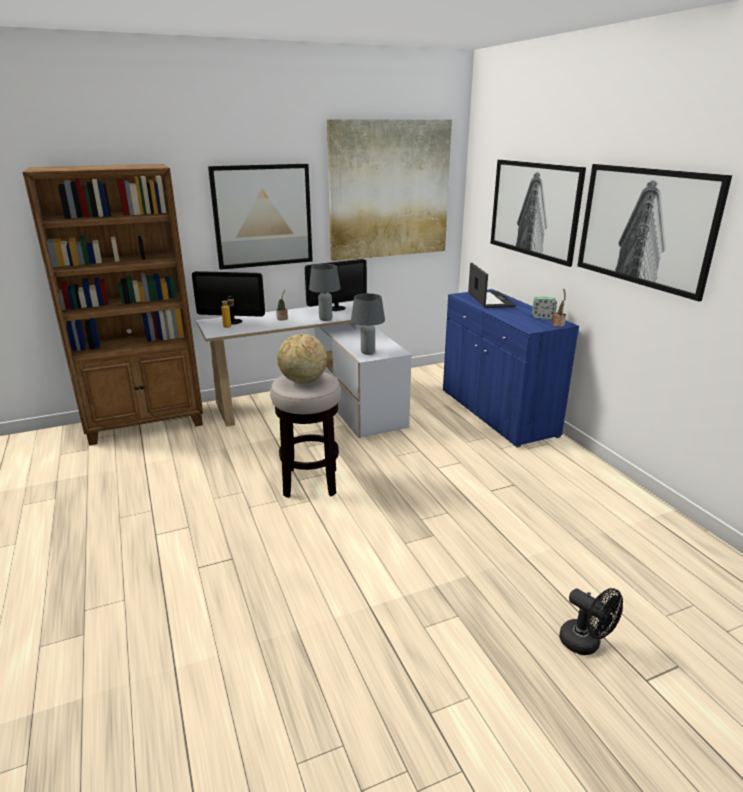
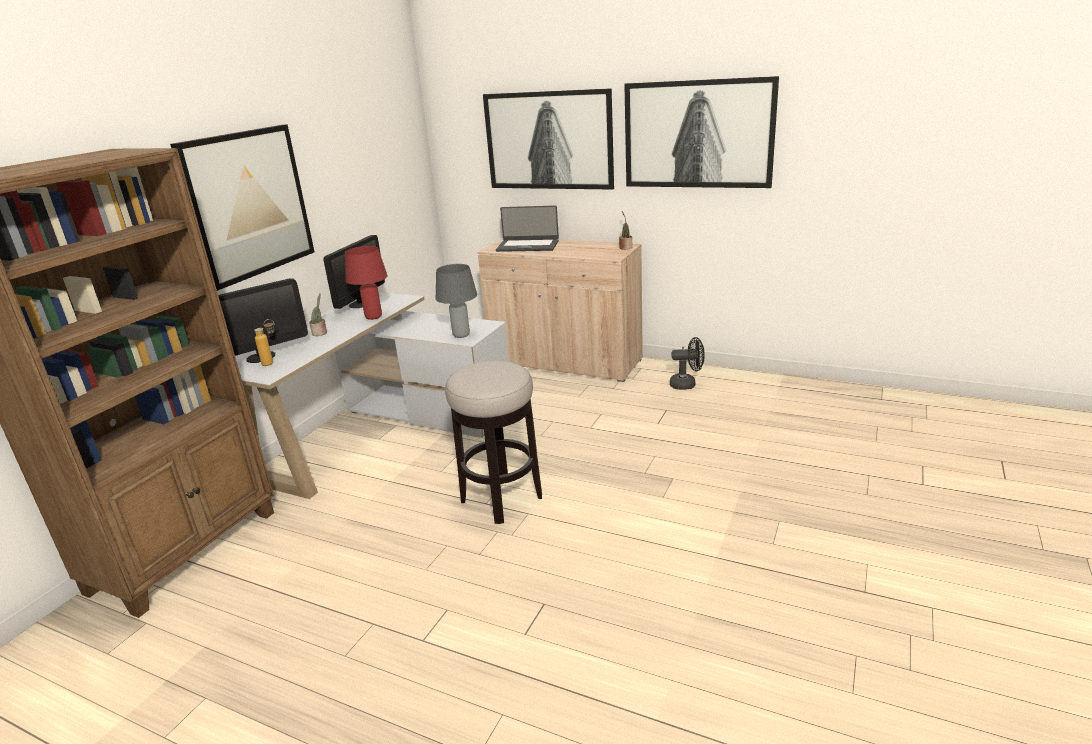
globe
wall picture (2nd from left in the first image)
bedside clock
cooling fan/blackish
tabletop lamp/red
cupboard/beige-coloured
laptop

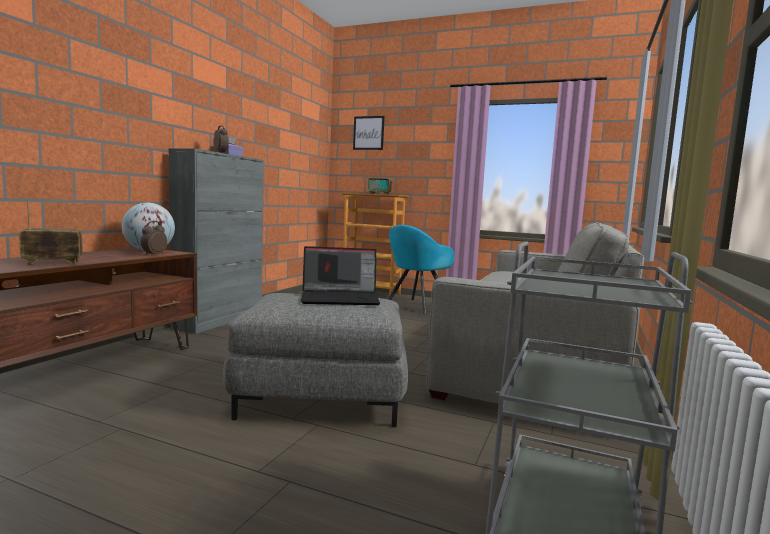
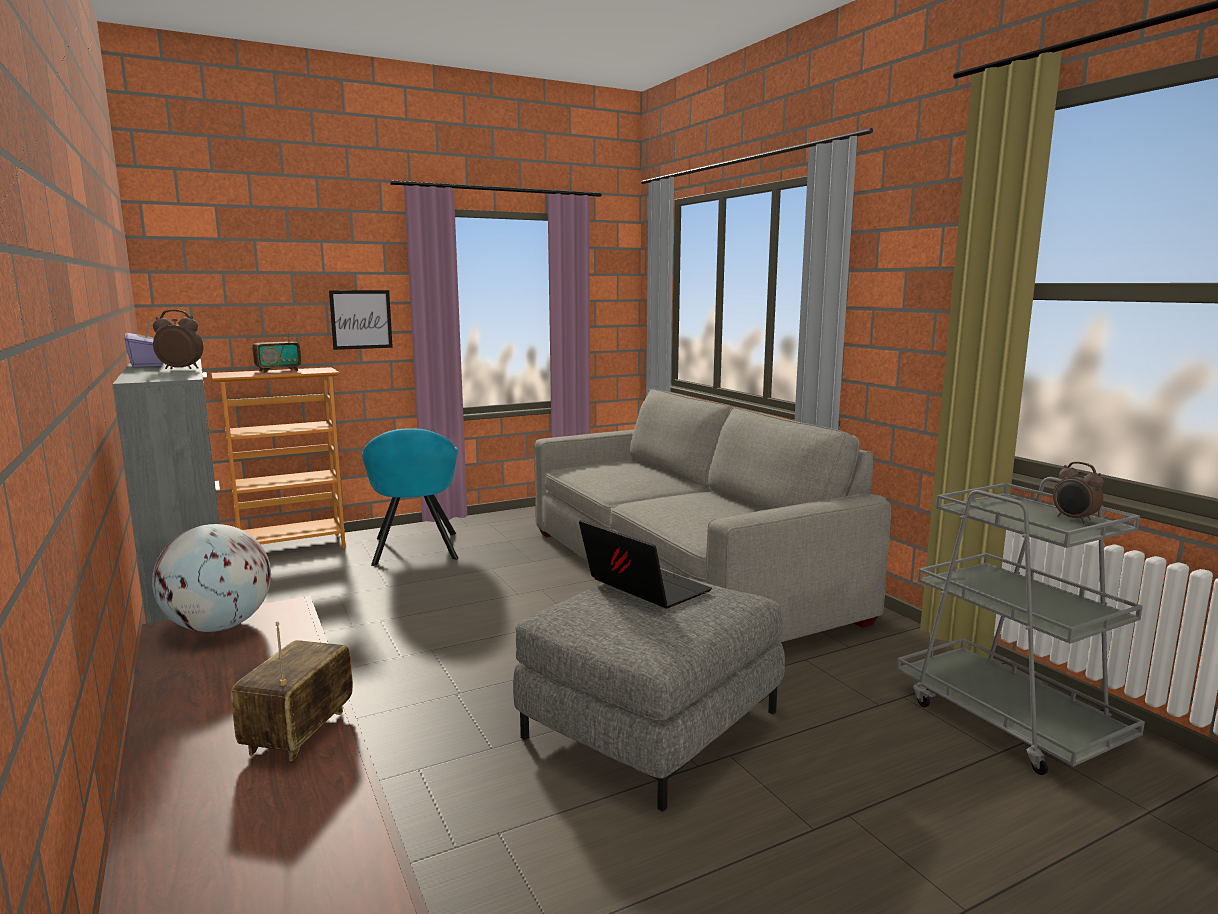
bedside clock (2nd from left)
wall picture
laptop

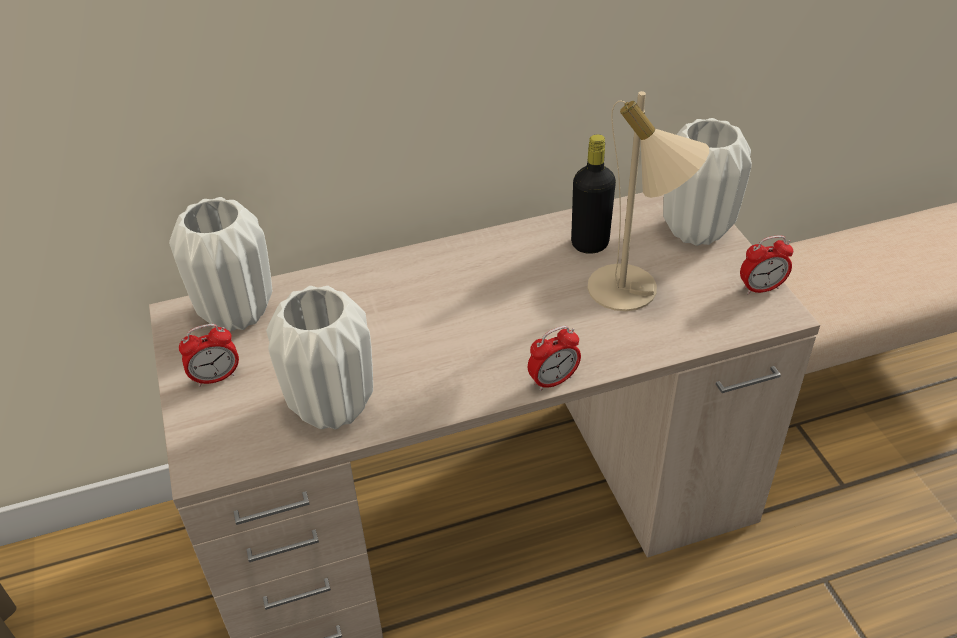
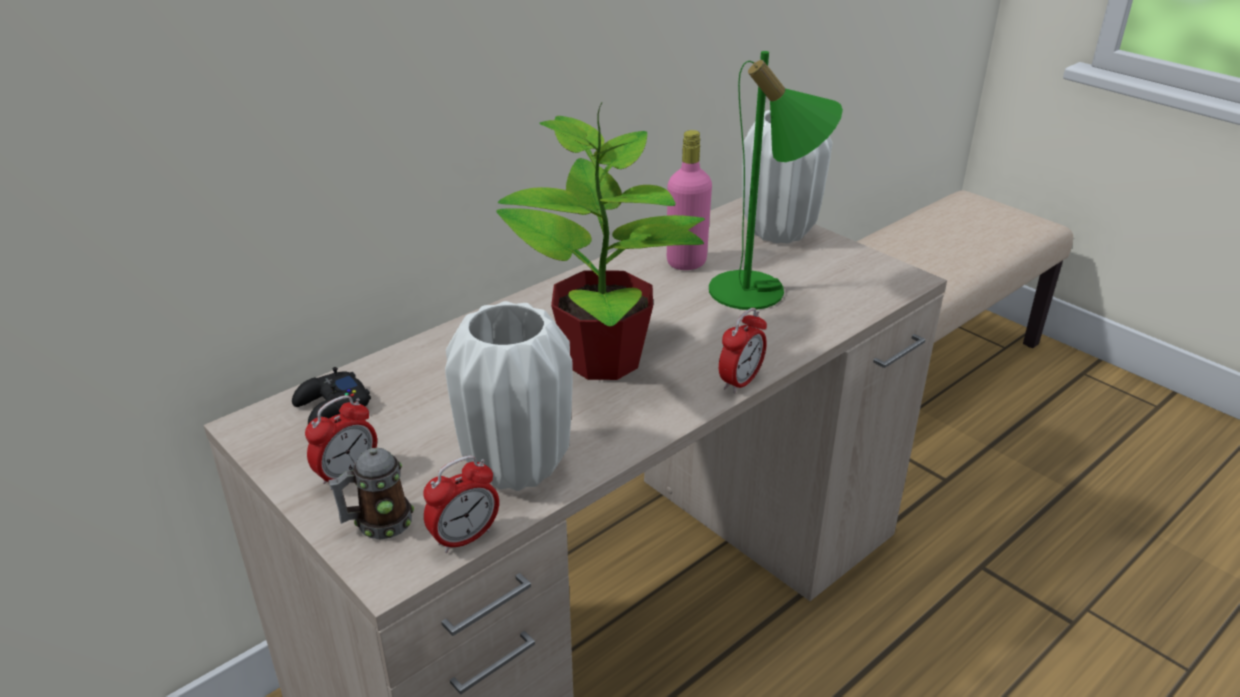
tea mug
plant in a pot
bedside clock (2nd from left)
game controller/blackish
beverage bottle/pink-coloured
tabletop lamp/green-coloured

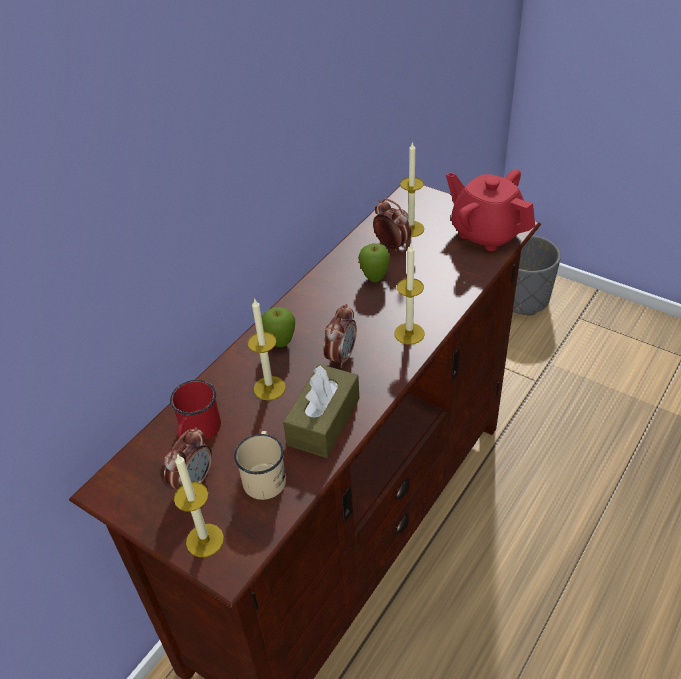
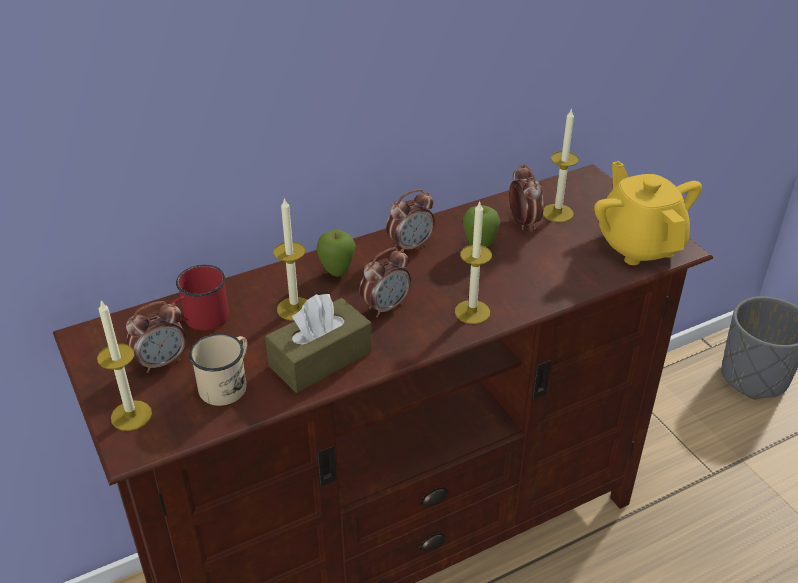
bedside clock (3rd from left)
teapot/yellow

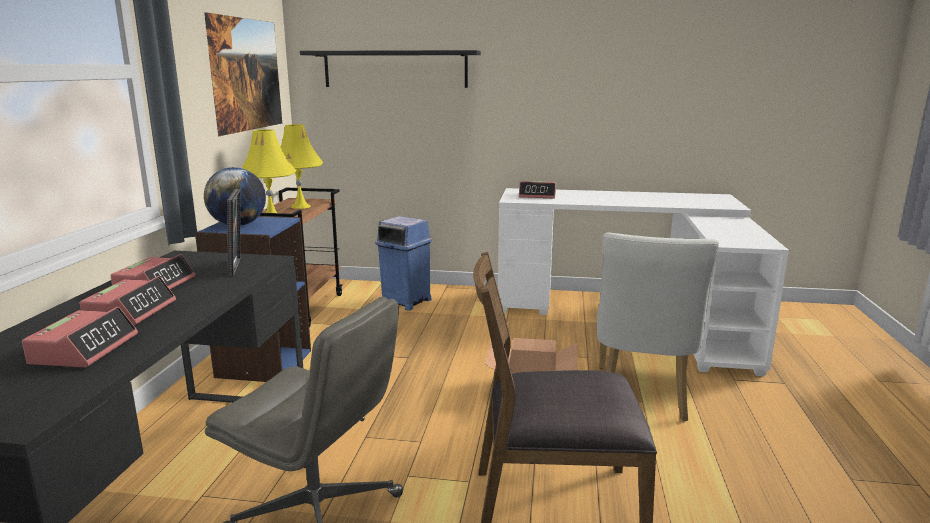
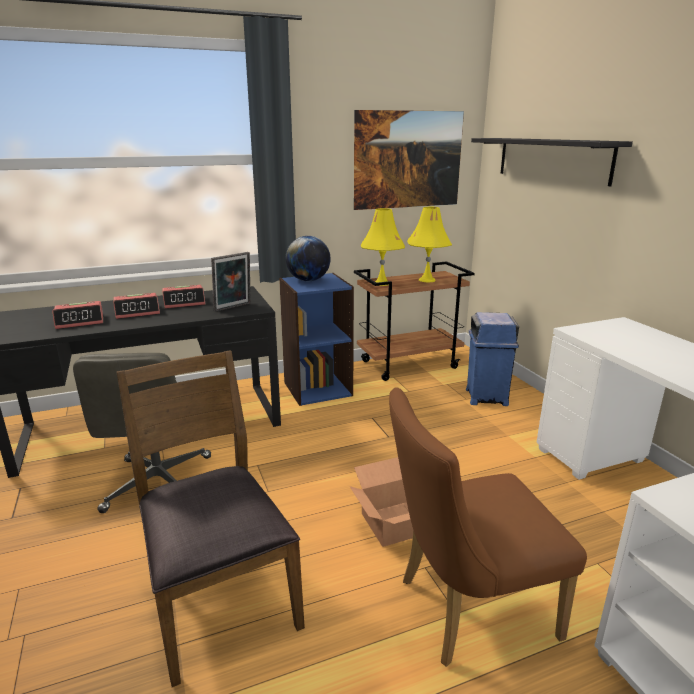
bedside clock (4th from left in the first image)
upright chair/brown (2nd from left)

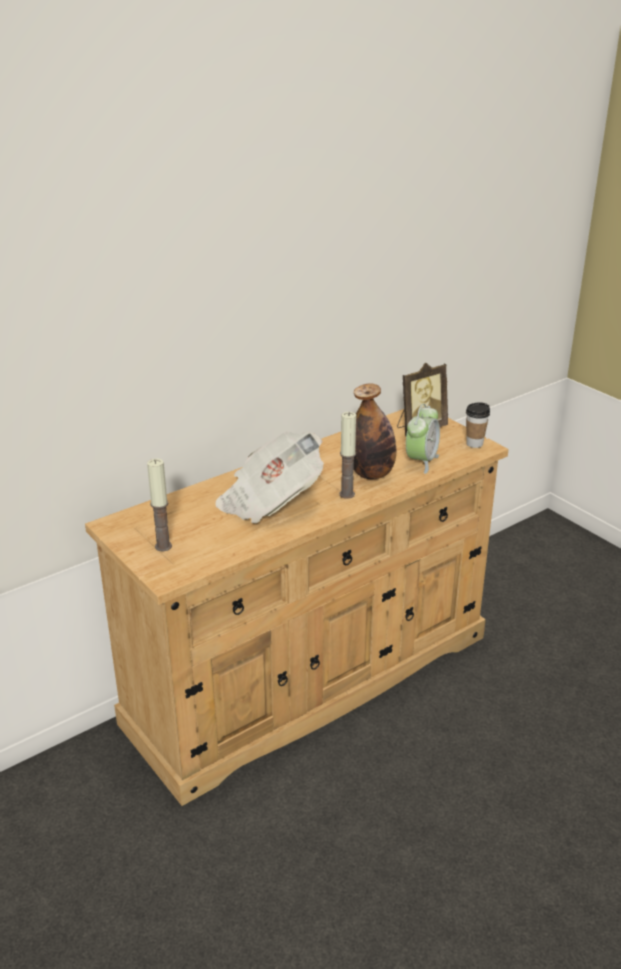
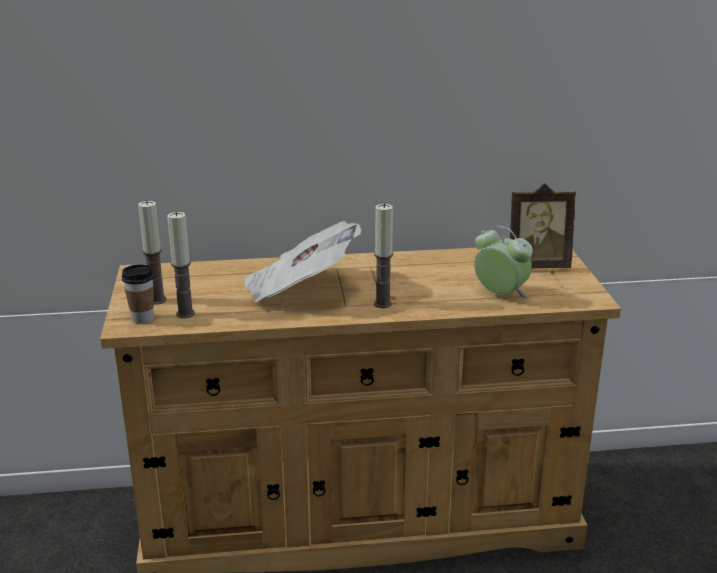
beverage bottle
candle (2nd from left)
small cup
bedside clock

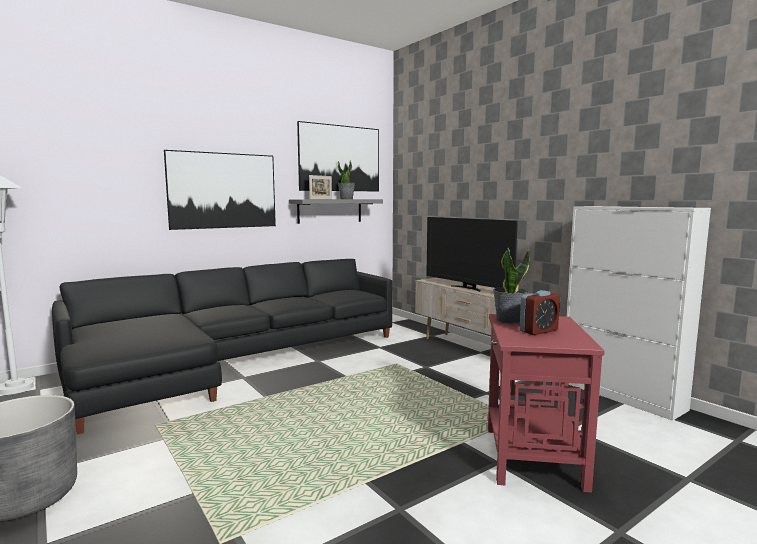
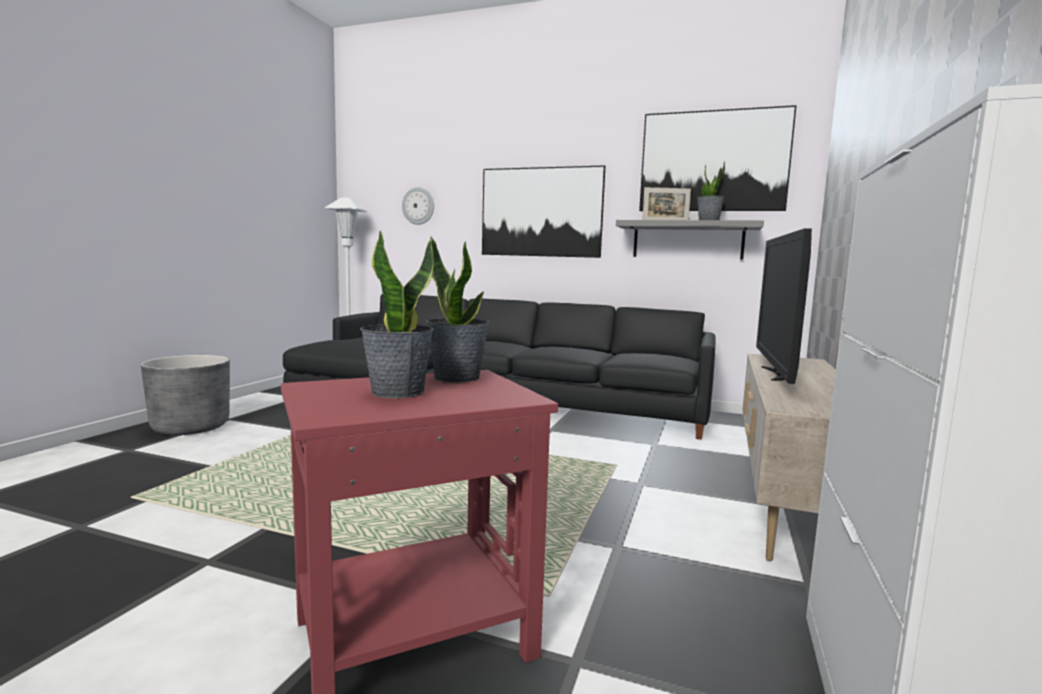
hanging clock
plant in a pot (1st from left)

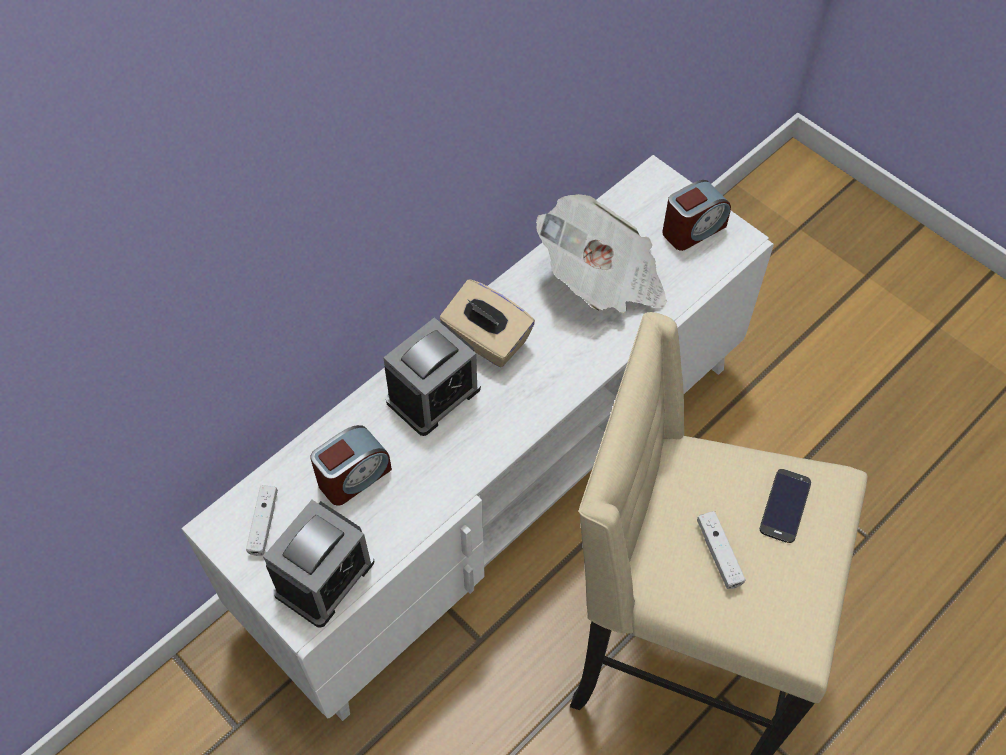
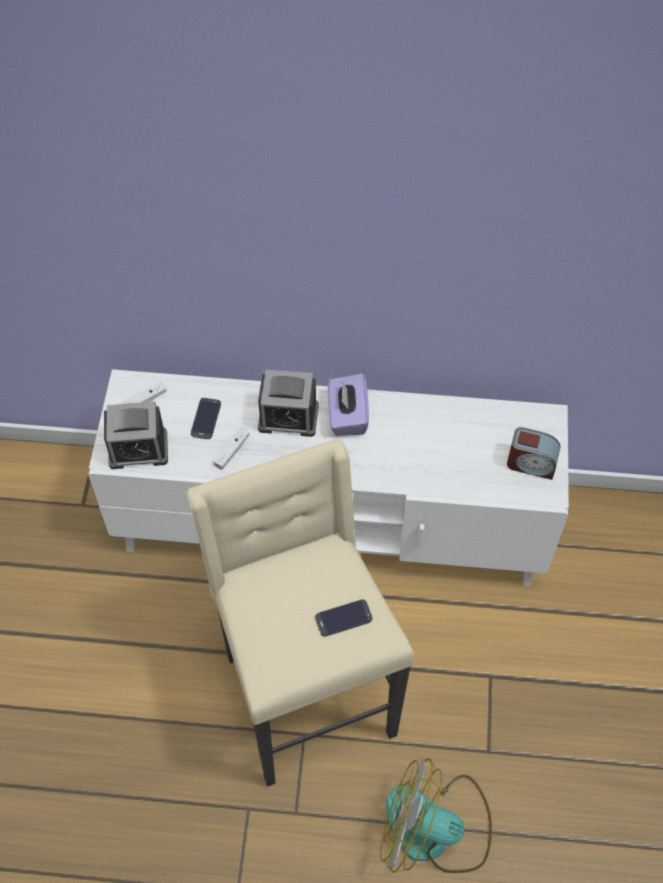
printed paper
cooling fan
game controller/white (2nd from left)
telephone (1st from left)
box of tissues/purple-coloured

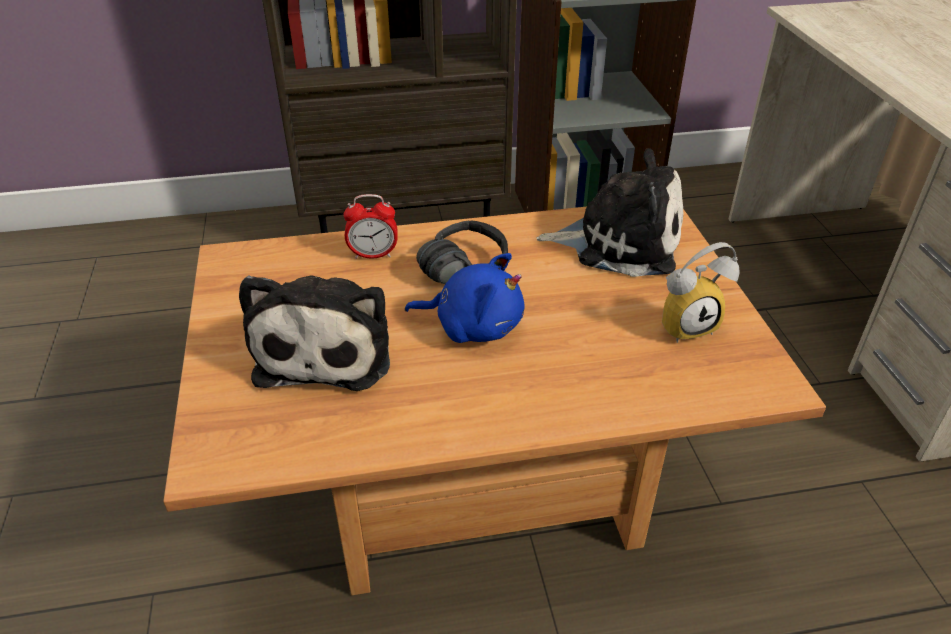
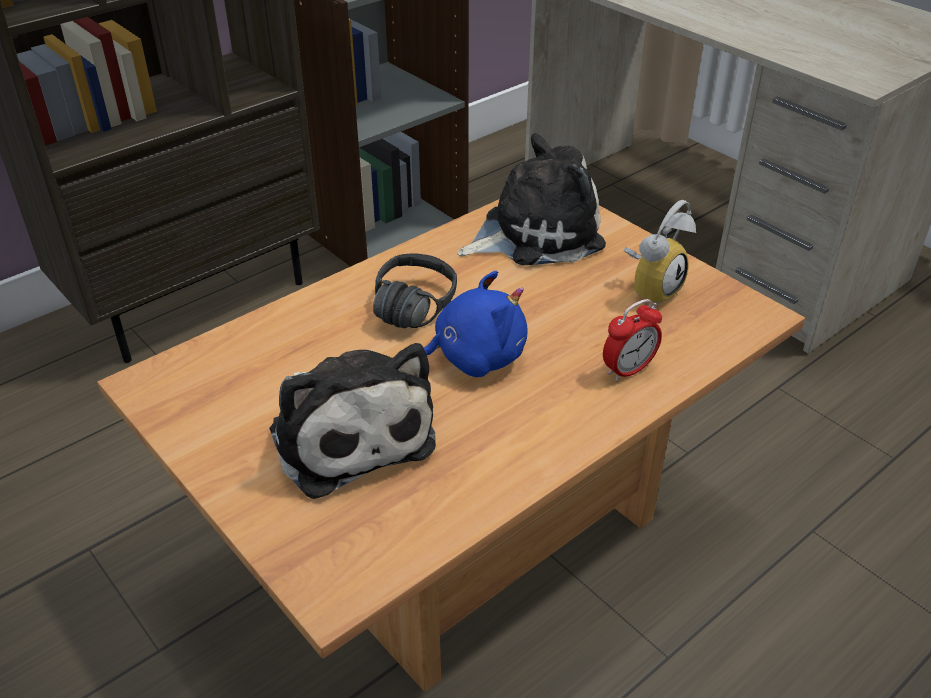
bedside clock (1st from left)

